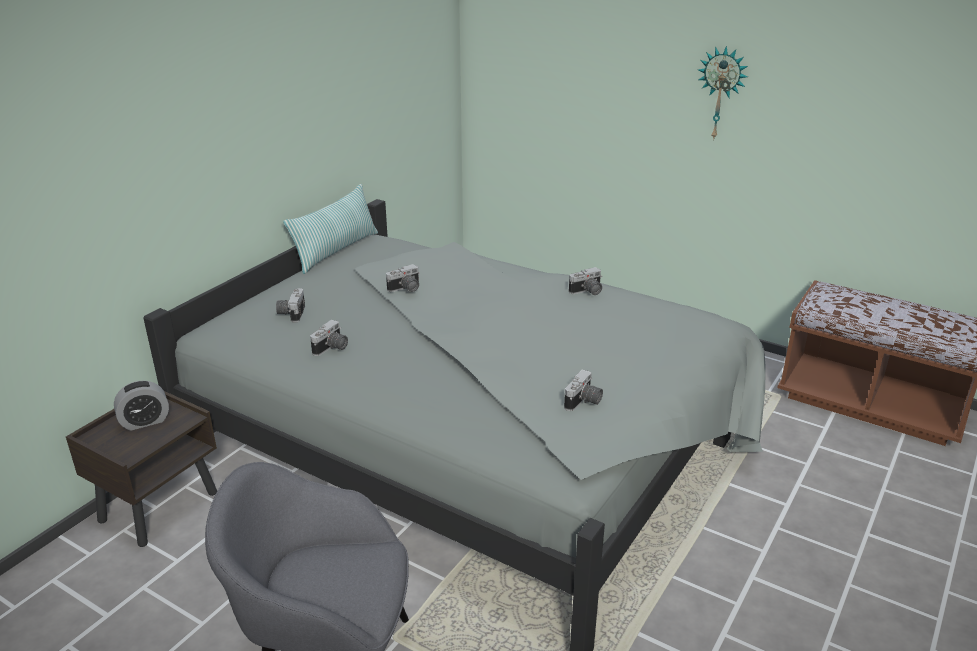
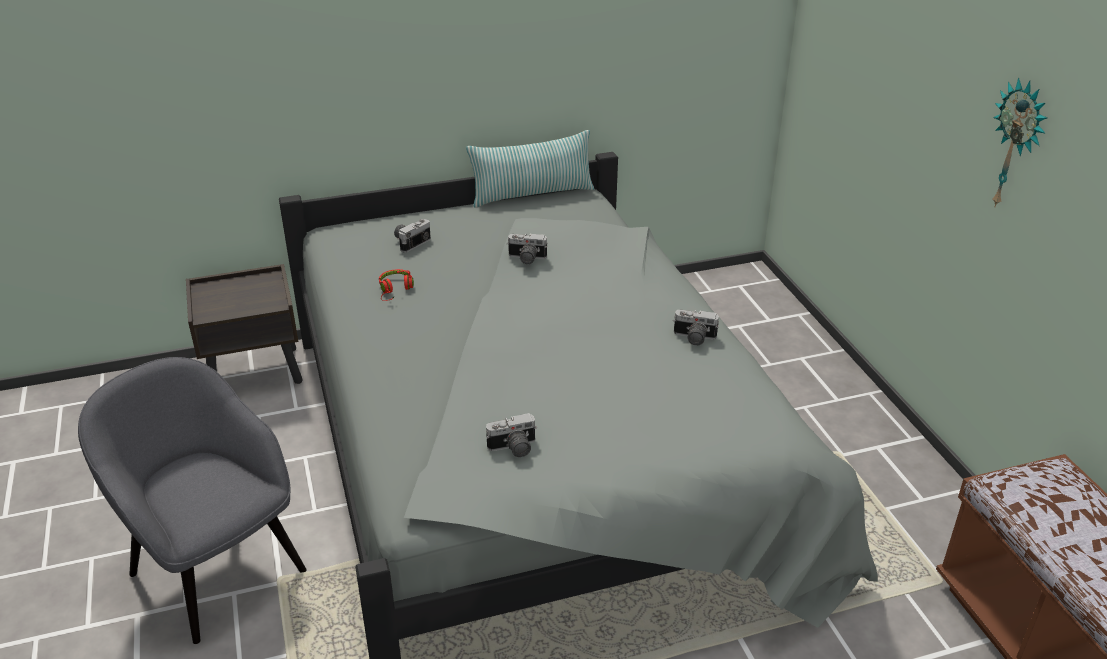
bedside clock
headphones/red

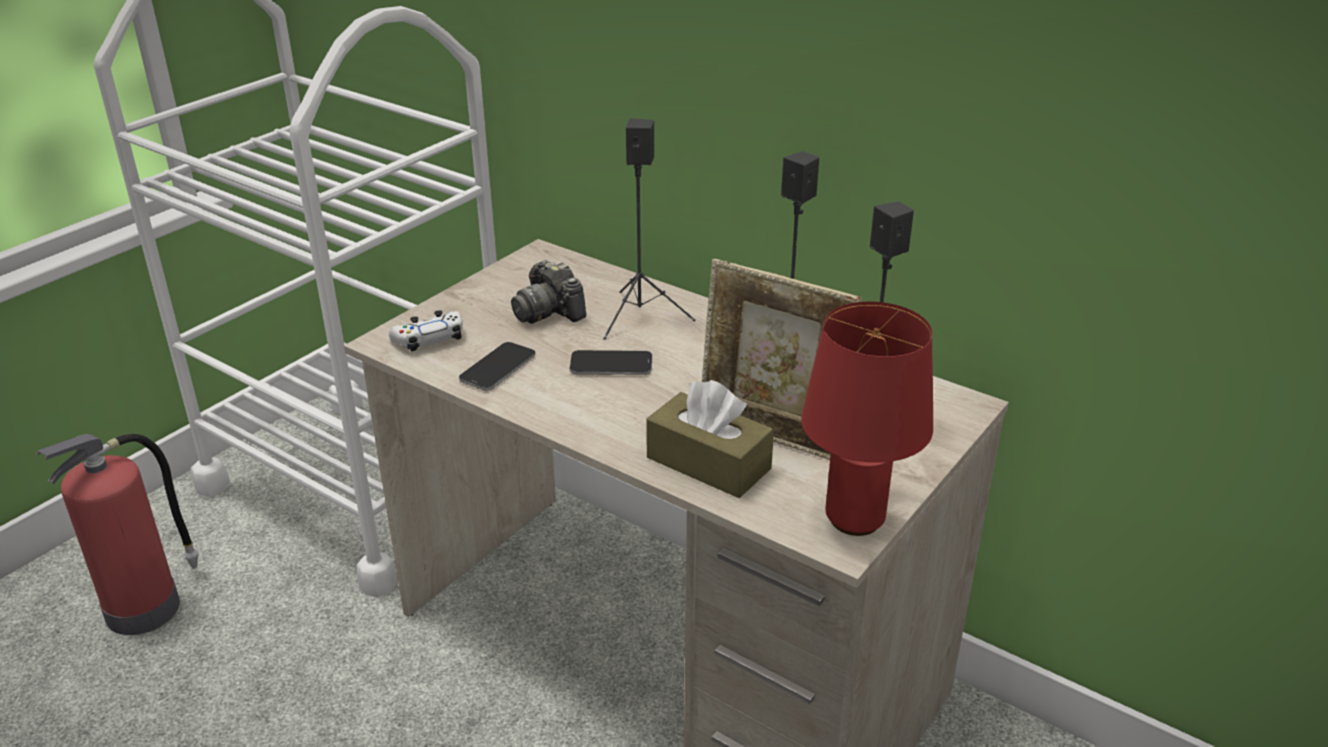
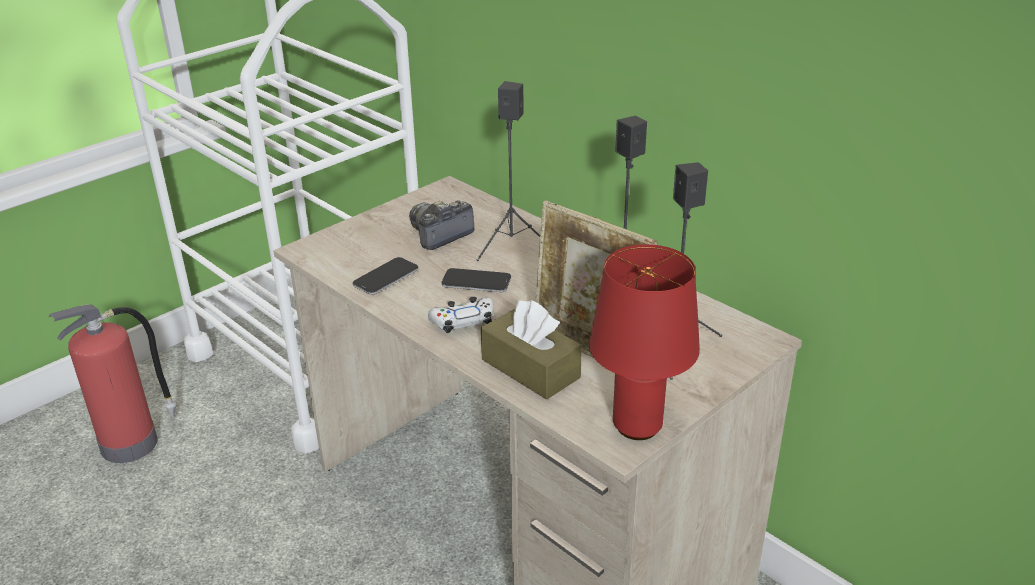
game controller/white
still camera

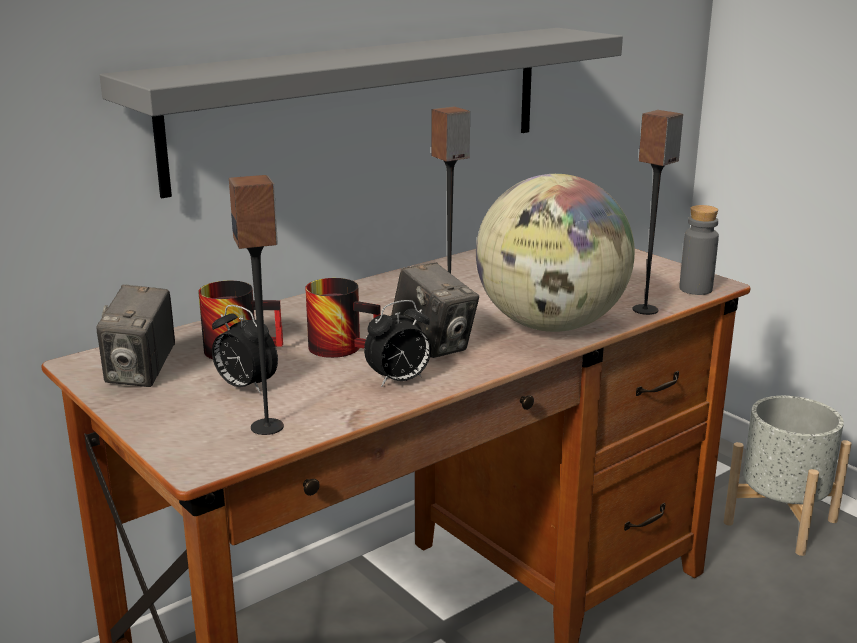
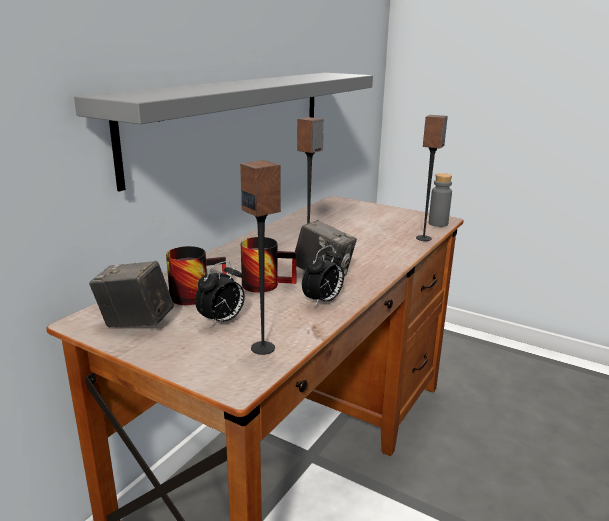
globe
planter/greyish
still camera (1st from left)
bedside clock (1st from left)

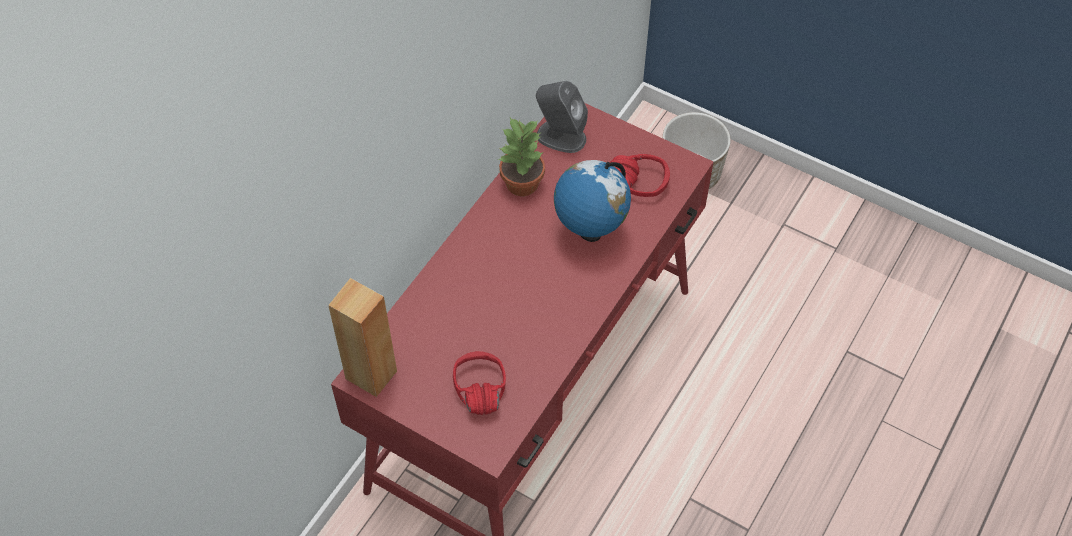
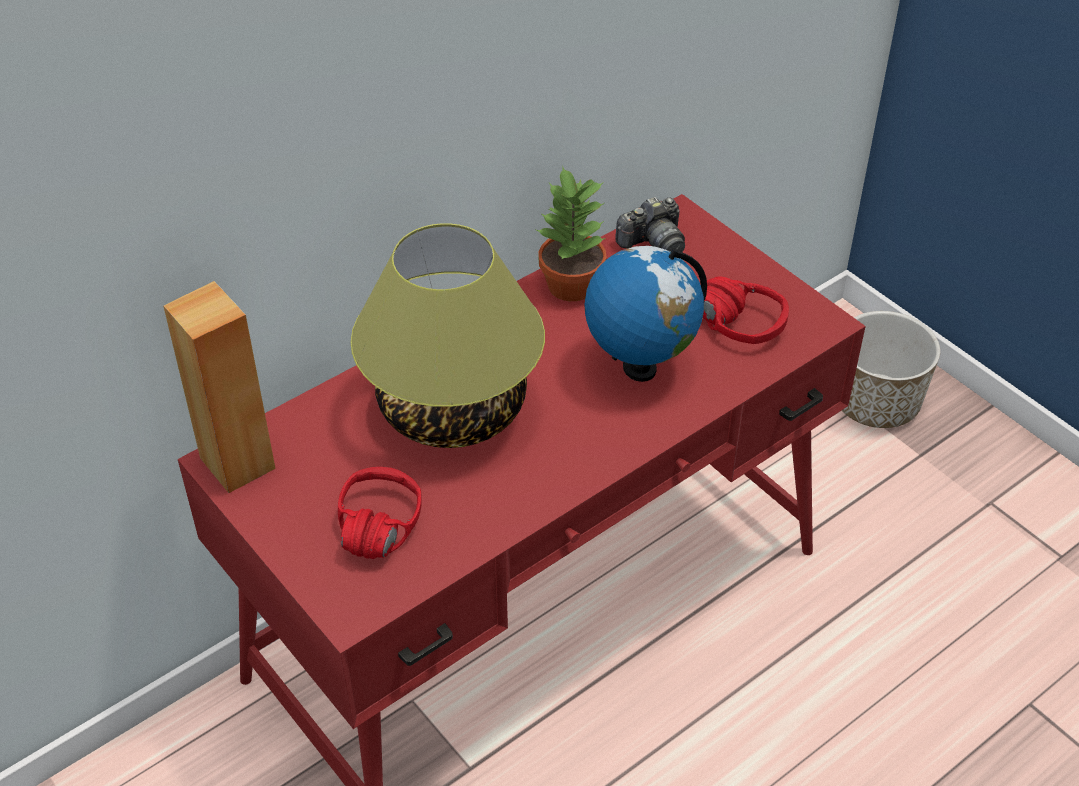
tabletop lamp
still camera

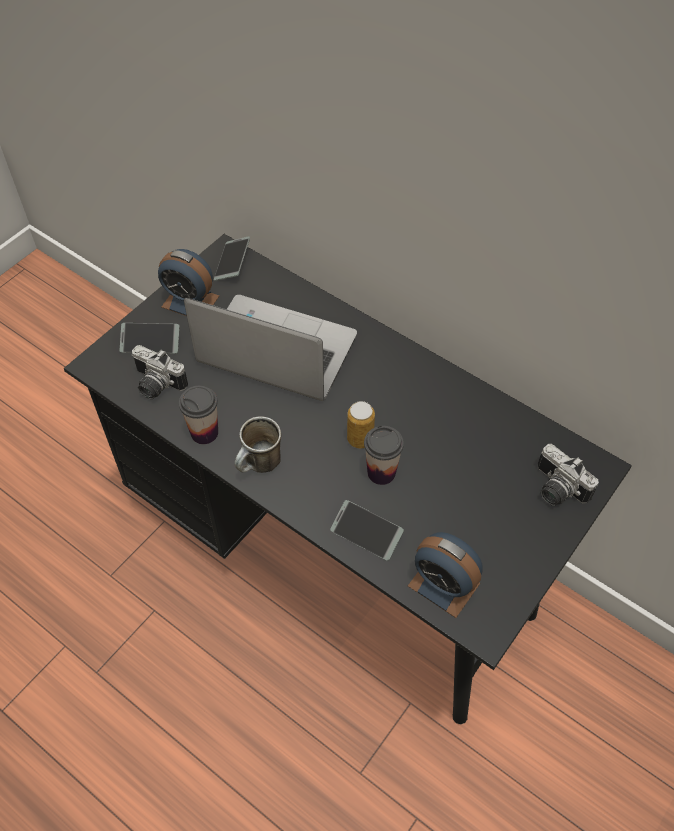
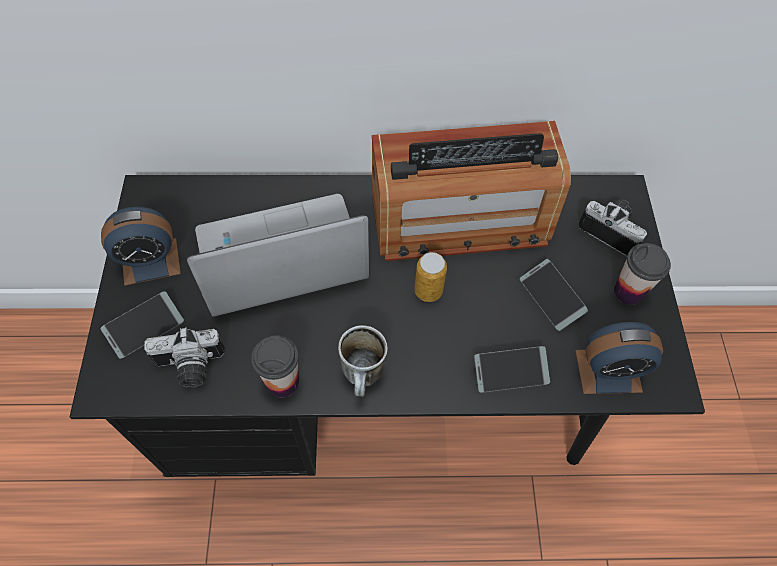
radio
telephone (3rd from left)
small cup (2nd from left)
still camera (2nd from left)

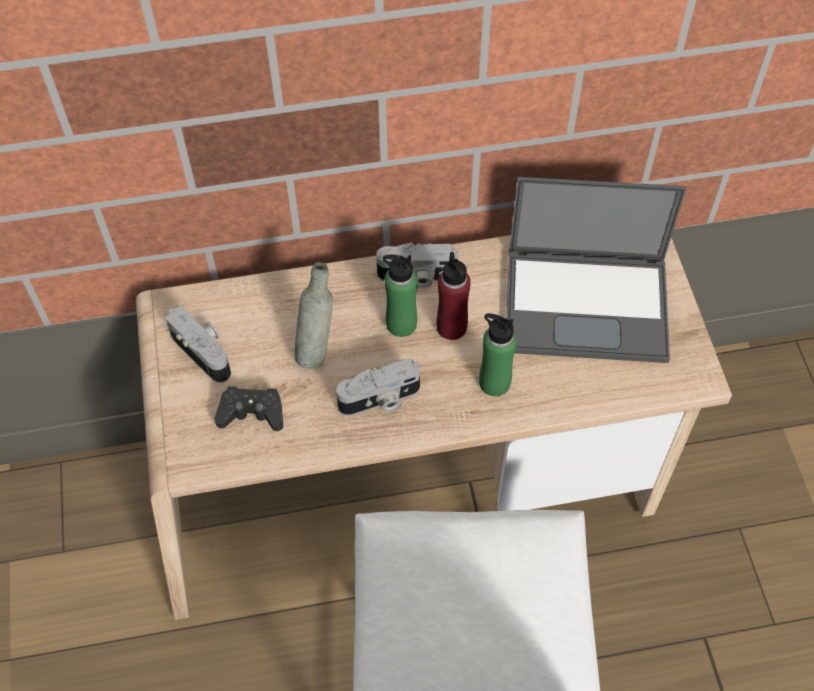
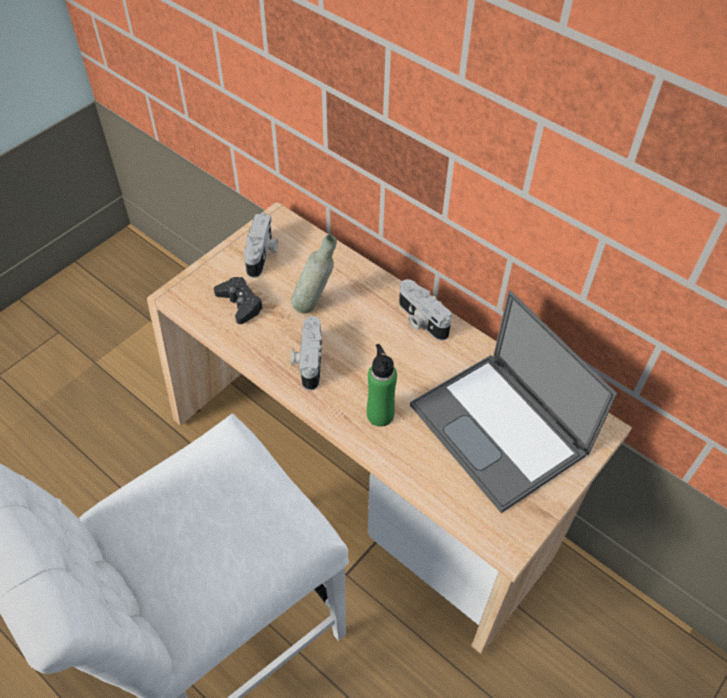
beverage bottle/green-coloured (1st from left in the first image)
beverage bottle/red
still camera (2nd from left)

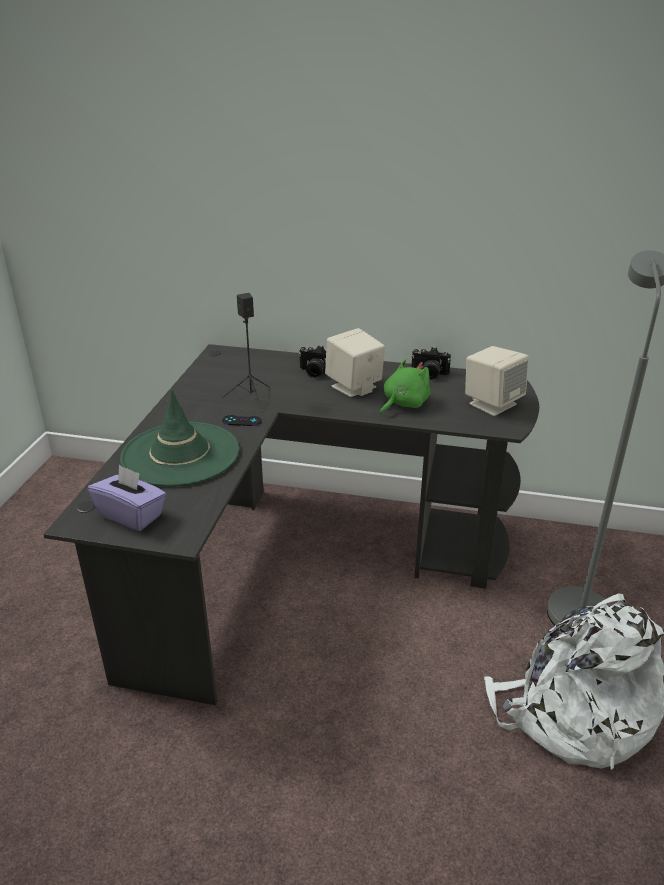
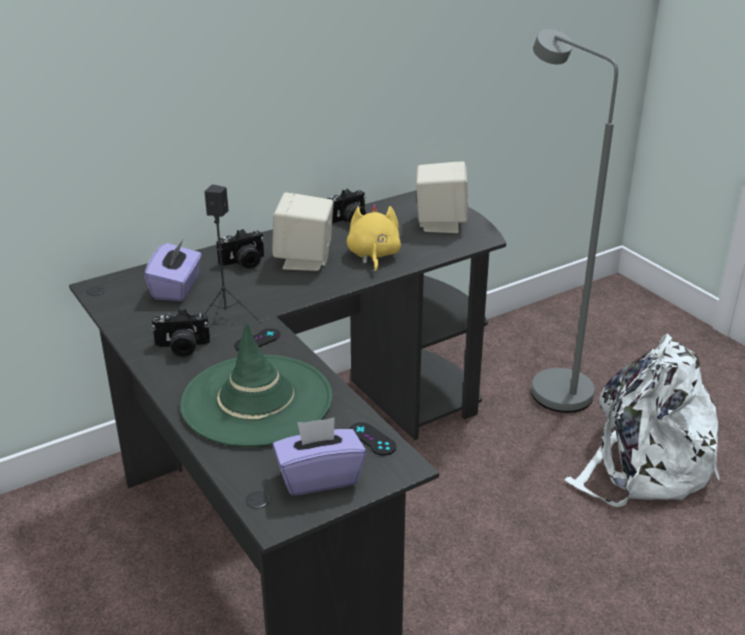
box of tissues/purple-coloured (1st from left)
still camera (1st from left)
game controller/blackish (2nd from left)
soft toy/yellow

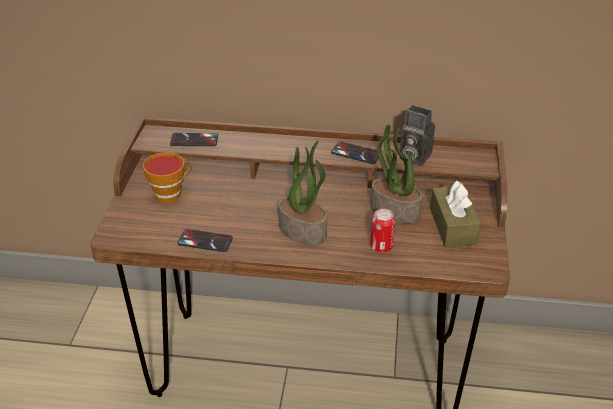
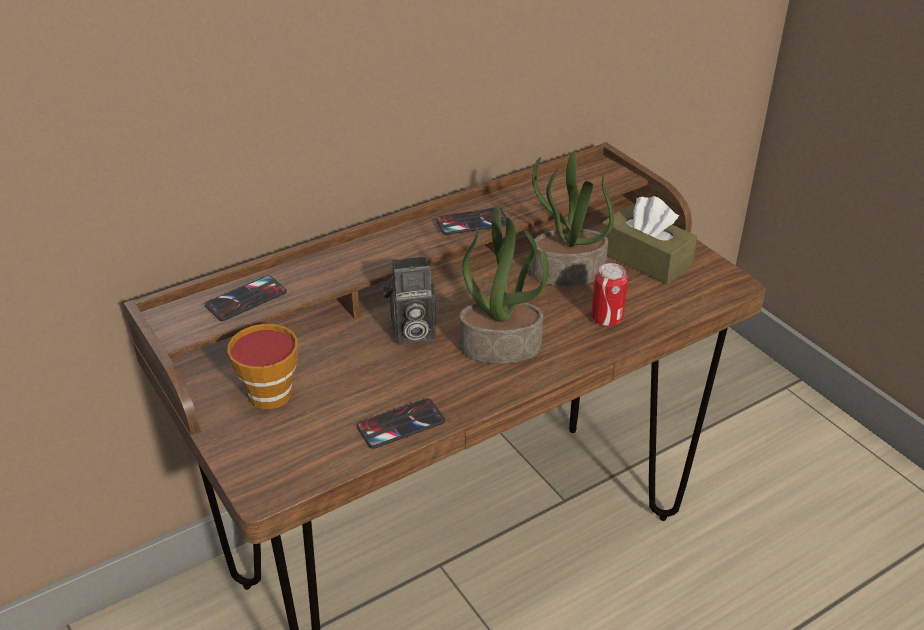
still camera

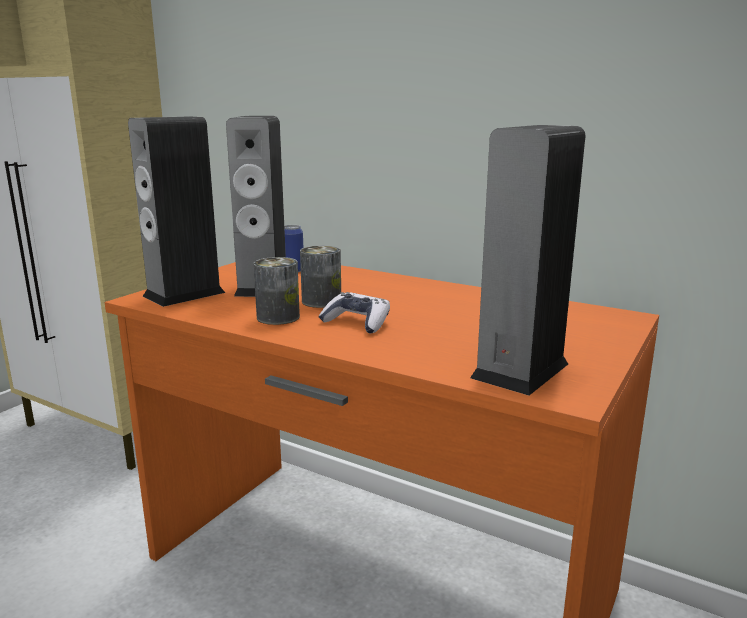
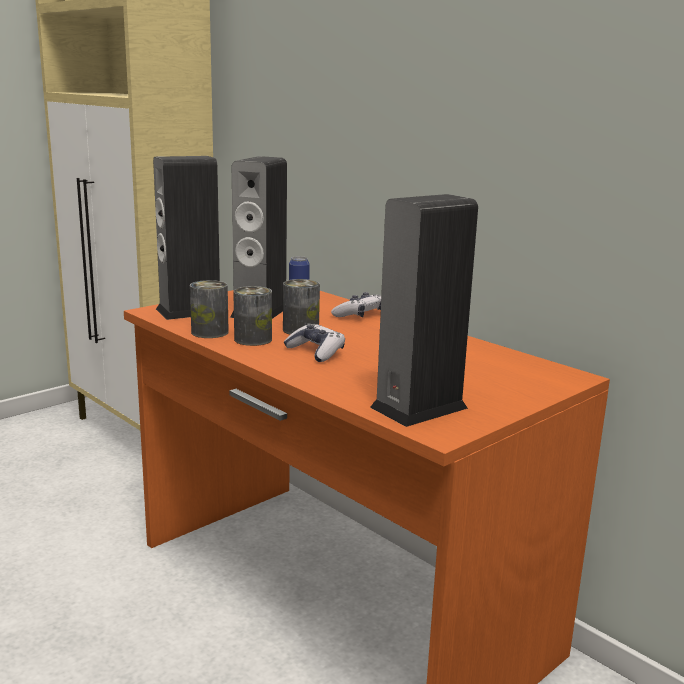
sealed can (1st from left)
game controller (2nd from left)

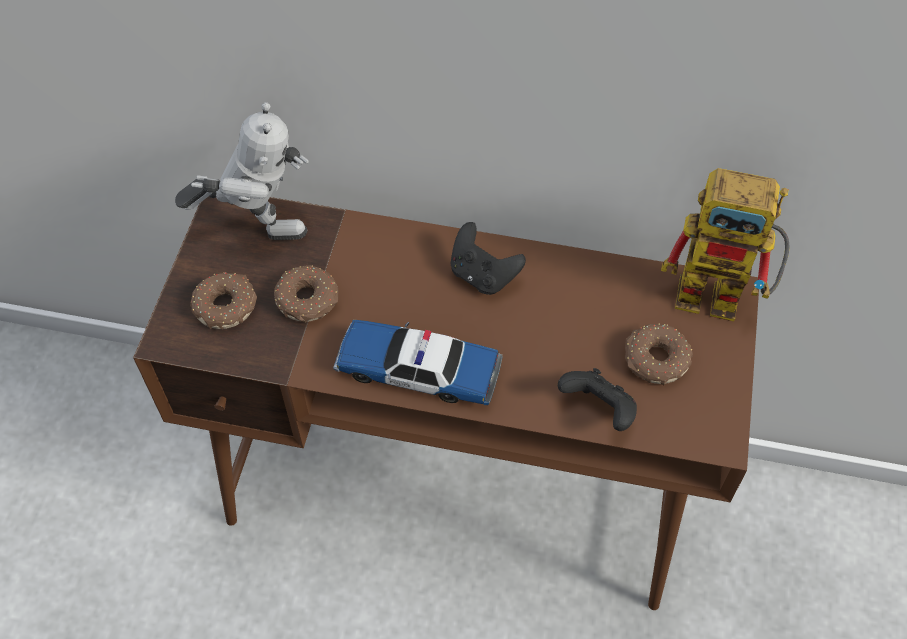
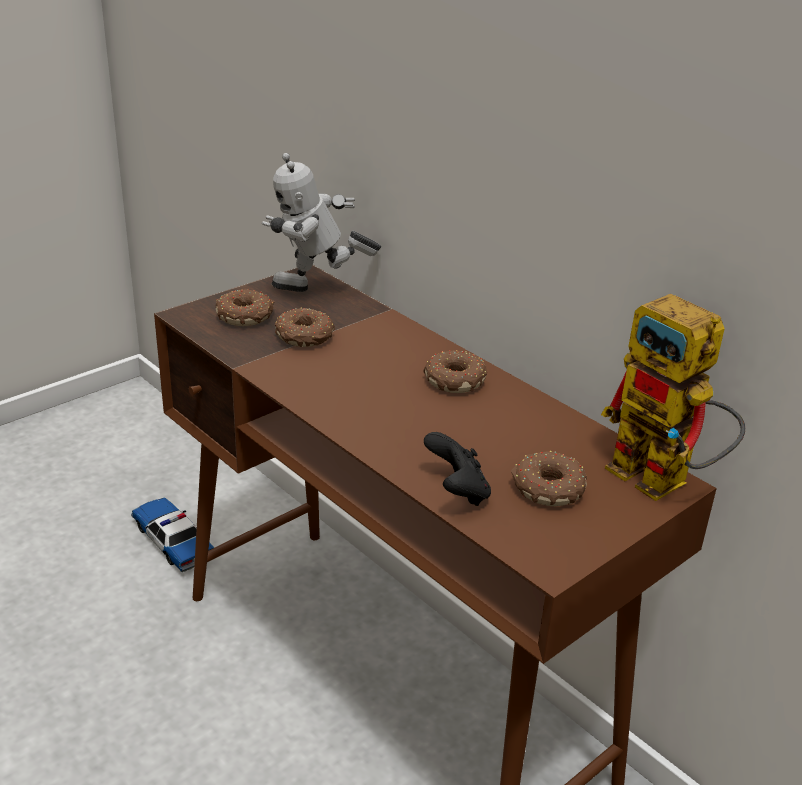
miniature car
doughnut (3rd from left)
robot figure (1st from left)

